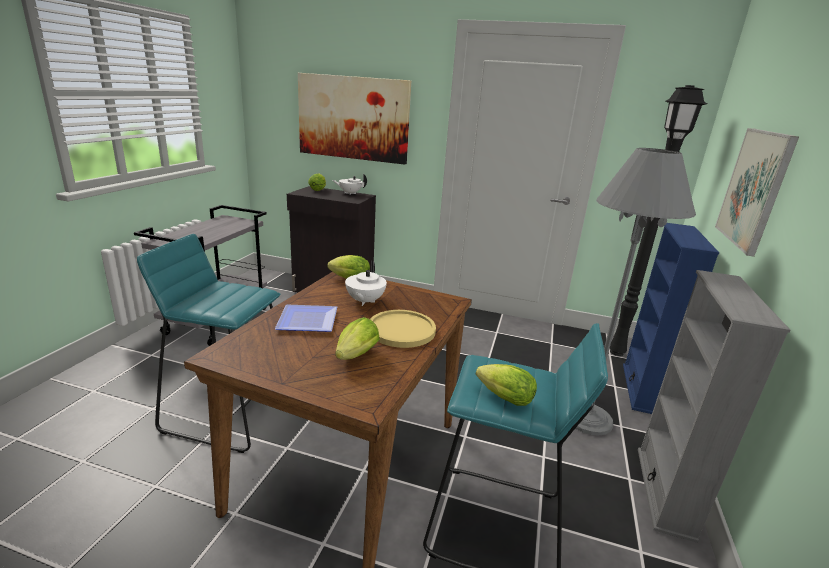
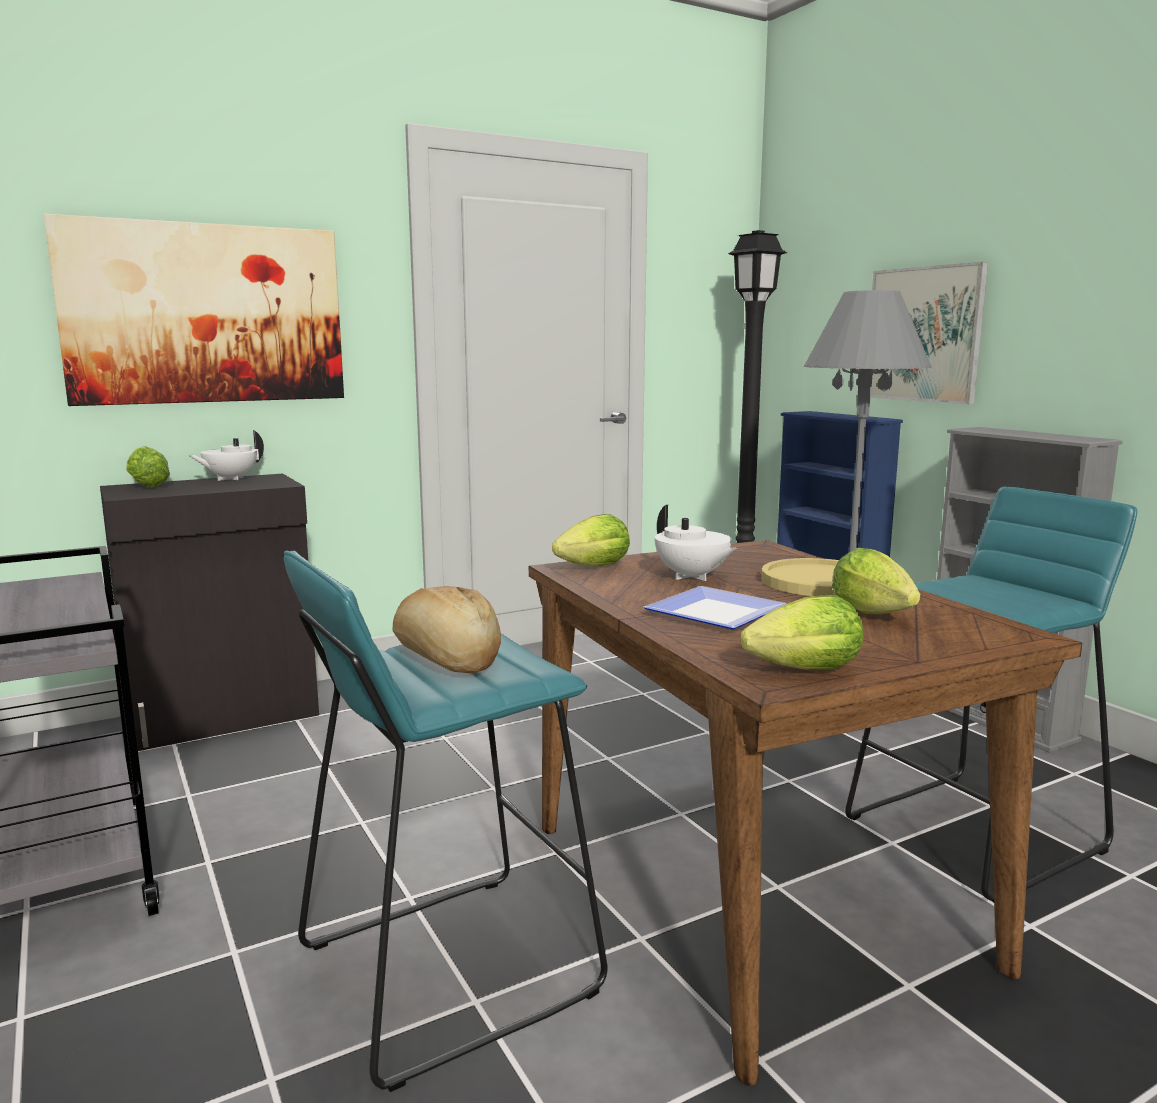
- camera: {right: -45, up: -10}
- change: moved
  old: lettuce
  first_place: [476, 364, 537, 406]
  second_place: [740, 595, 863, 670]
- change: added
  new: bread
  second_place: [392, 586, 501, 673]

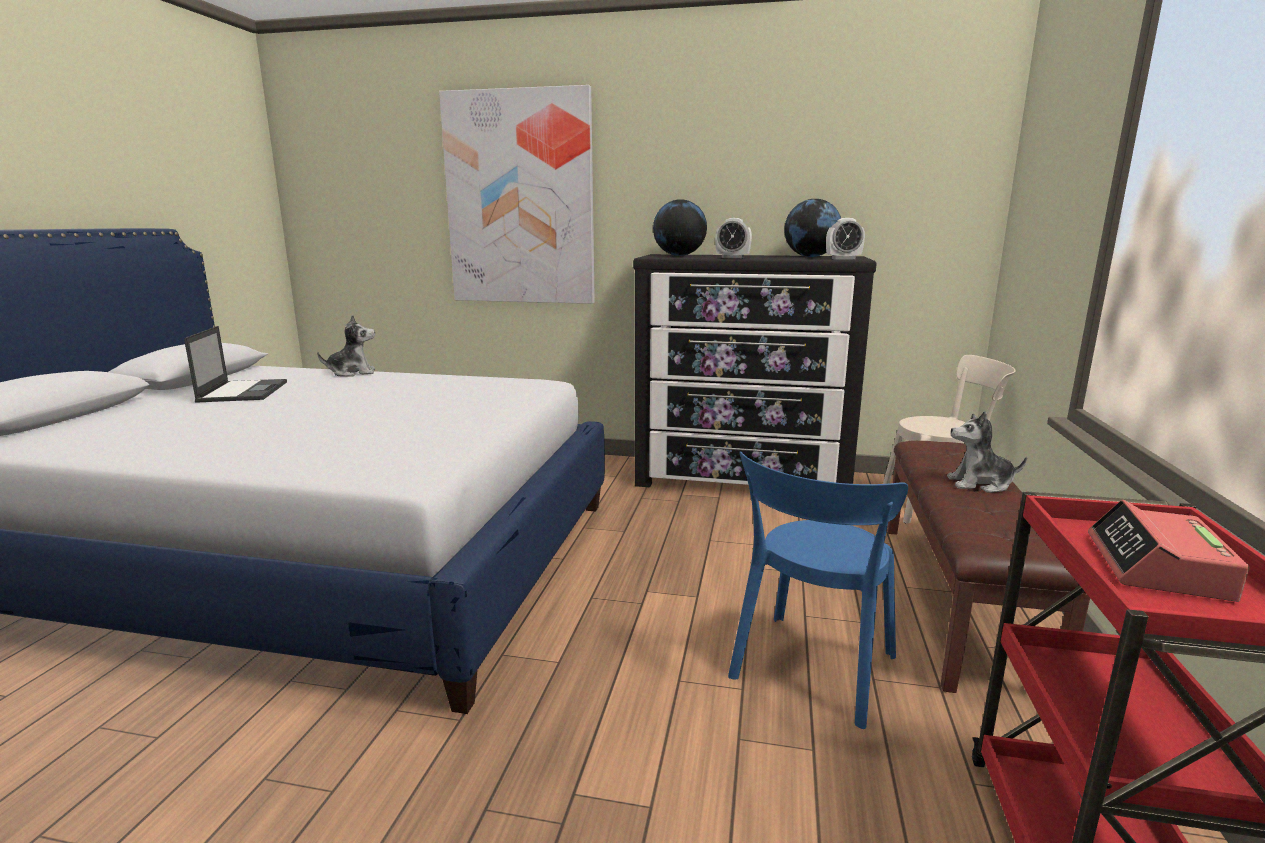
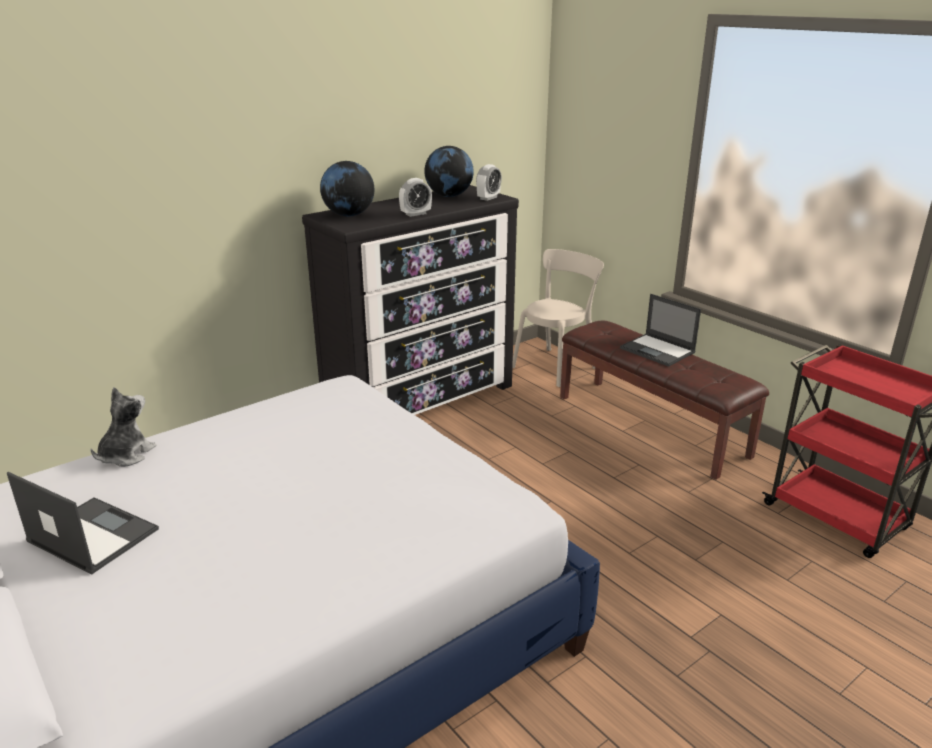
- camera: {right: -50, up: 10}
- change: removed
  old: picture
  first_place: [439, 85, 595, 304]
- change: removed
  old: blue chair
  first_place: [728, 451, 908, 729]
- change: replaced
  old: plush toy
  new: laptop
  first_place: [947, 411, 1027, 493]
  second_place: [620, 294, 701, 367]
- change: removed
  old: alarm clock
  first_place: [1088, 500, 1250, 602]

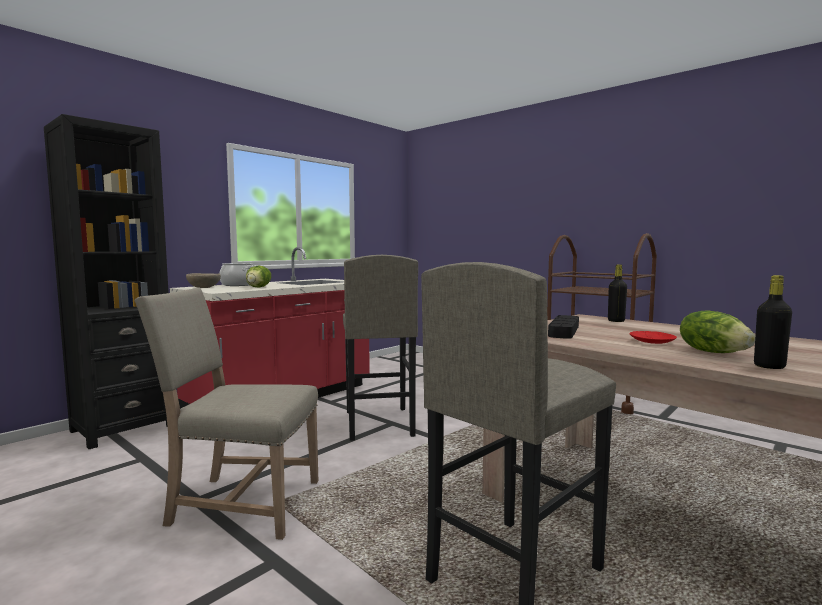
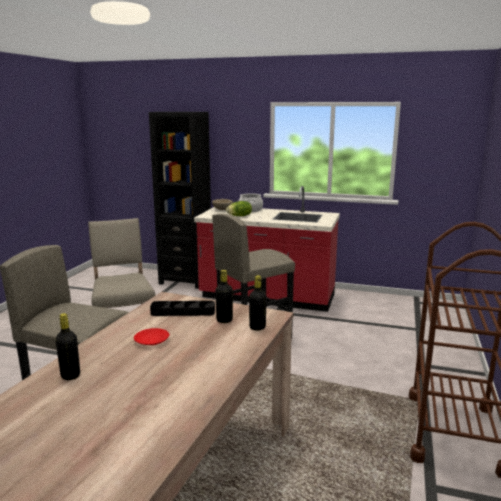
- camera: {right: 65, up: 10}
- change: removed
  old: lettuce
  first_place: [680, 310, 755, 353]
- change: added
  new: black bottle
  second_place: [215, 270, 233, 323]

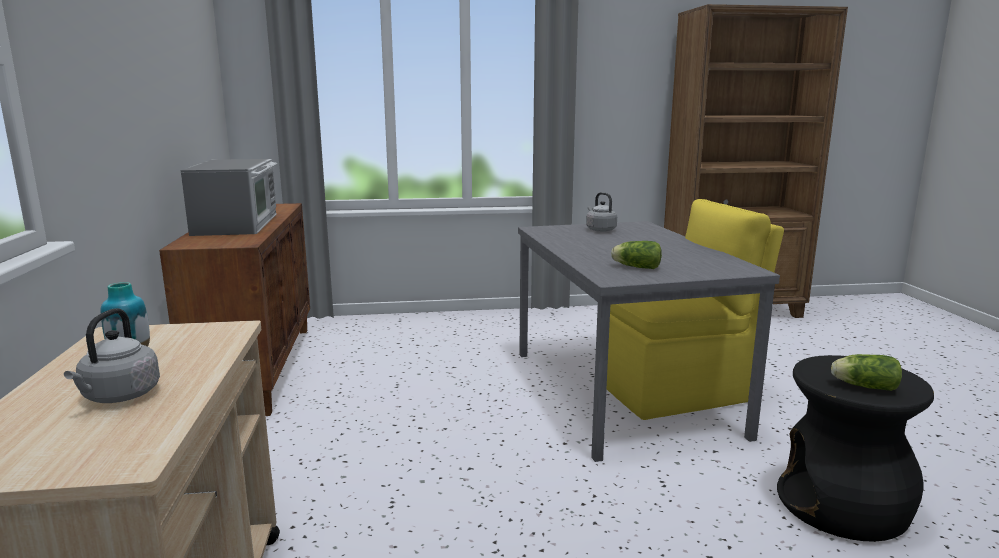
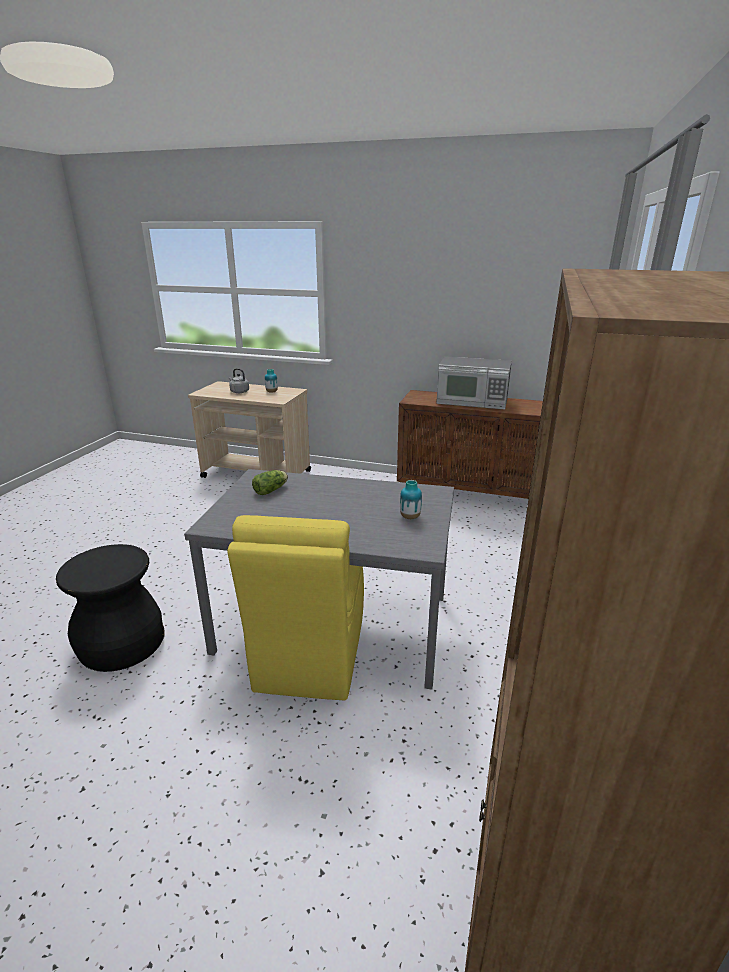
- camera: {right: 115, up: 10}
- change: replaced
  old: grey kettle
  new: vase
  first_place: [586, 192, 617, 232]
  second_place: [400, 480, 422, 519]
- change: removed
  old: lettuce
  first_place: [831, 354, 902, 391]

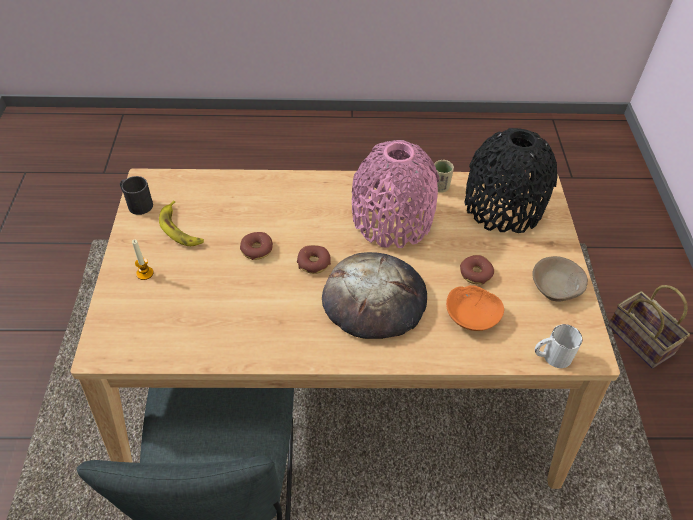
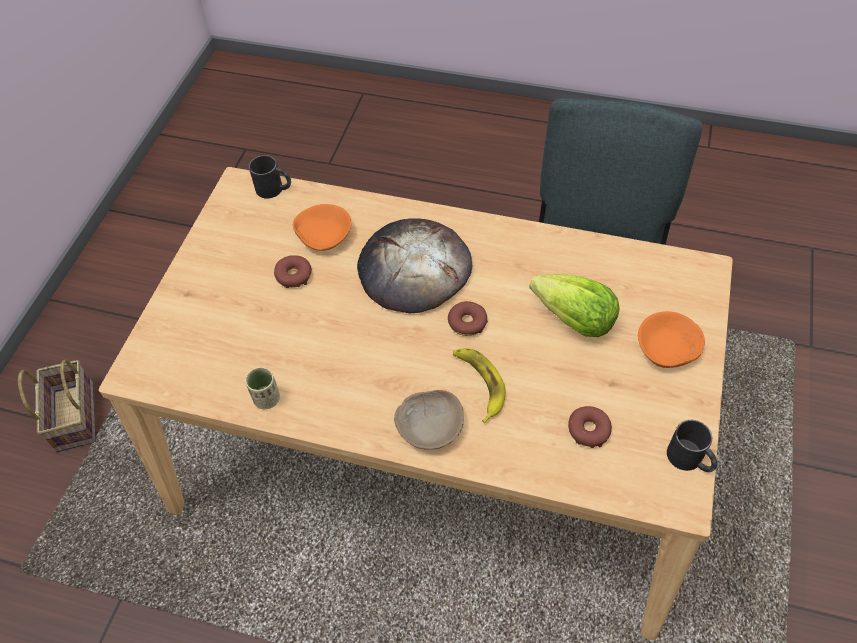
- camera: {right: -160, up: 5}
- change: replaced
  old: candle
  new: orange bowl
  first_place: [132, 240, 154, 280]
  second_place: [638, 311, 705, 368]
- change: moved
  old: banana
  first_place: [159, 201, 204, 246]
  second_place: [453, 348, 506, 423]
- change: moved
  old: donut
  first_place: [240, 232, 273, 260]
  second_place: [568, 406, 612, 448]
- change: removed
  old: pink vase
  first_place: [352, 140, 440, 248]
- change: removed
  old: black vase
  first_place: [465, 128, 558, 233]
- change: moved
  old: beige bowl
  first_place: [533, 256, 588, 302]
  second_place: [394, 390, 464, 450]
- change: recoloured
  old: white mug
  new: black mug
  first_place: [535, 324, 582, 368]
  second_place: [249, 155, 291, 199]
- change: added
  new: lettuce
  second_place: [529, 274, 620, 337]

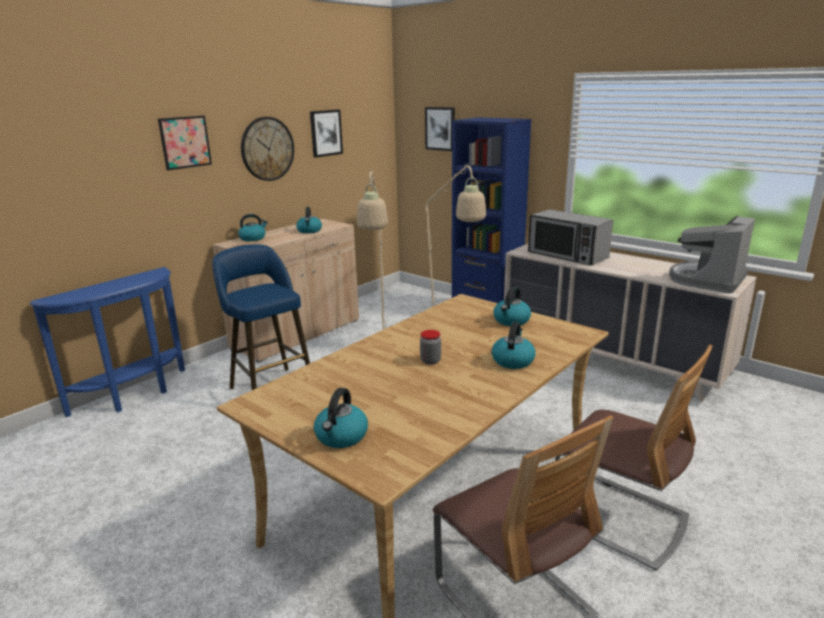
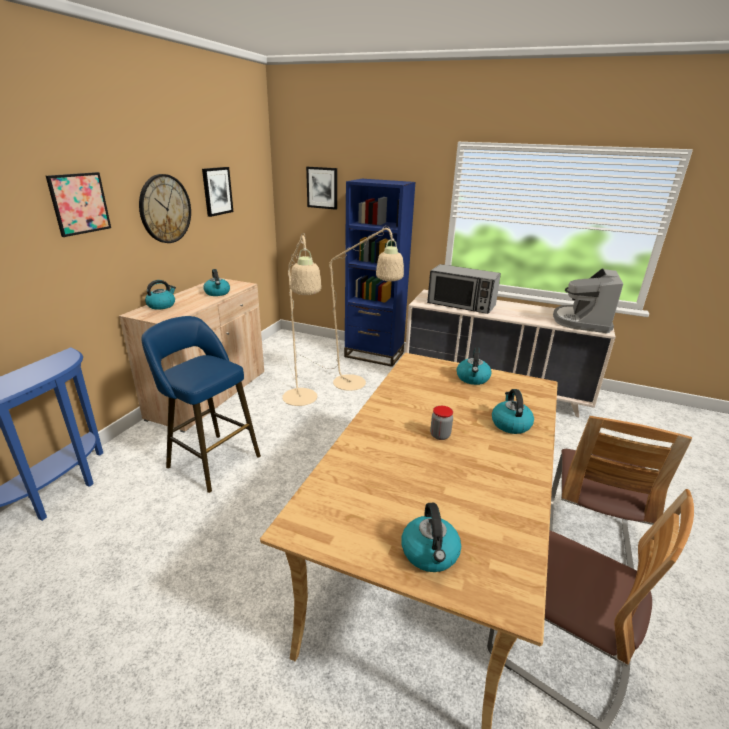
- camera: {right: -20, up: 5}
- change: turned
  old: chair
  first_place: [555, 344, 712, 571]
  second_place: [550, 416, 692, 569]
  degrees: 90

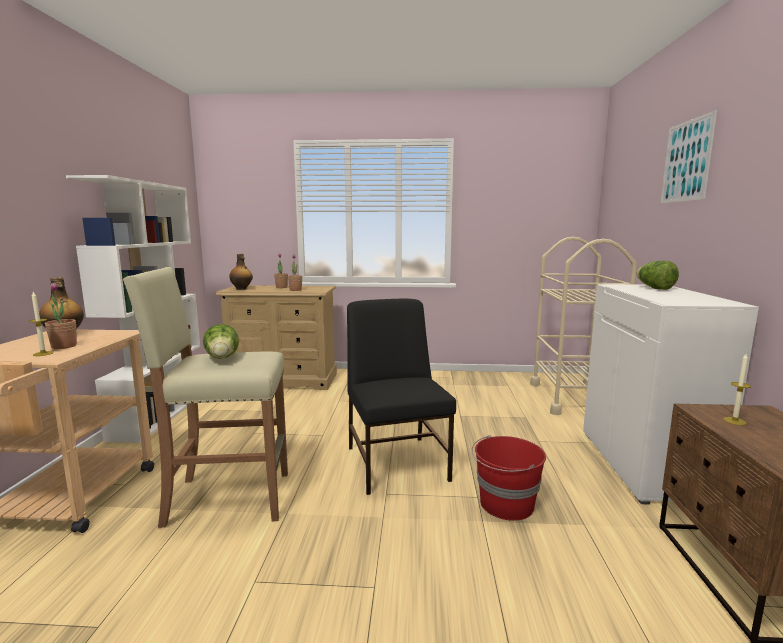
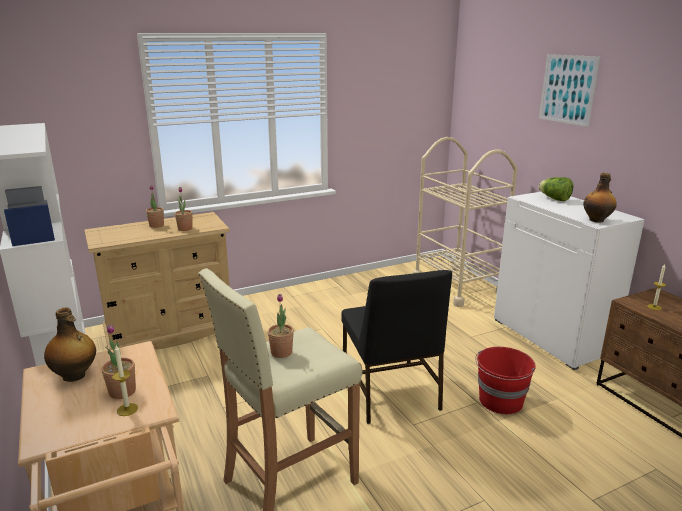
- camera: {right: -30, up: 10}
- change: replaced
  old: lettuce
  new: potted plant
  first_place: [203, 324, 239, 359]
  second_place: [268, 294, 294, 358]
- change: moved
  old: bottle
  first_place: [229, 254, 253, 290]
  second_place: [583, 173, 617, 222]
- change: turned
  old: black chair
  first_place: [347, 299, 456, 495]
  second_place: [341, 270, 452, 424]
  degrees: -150

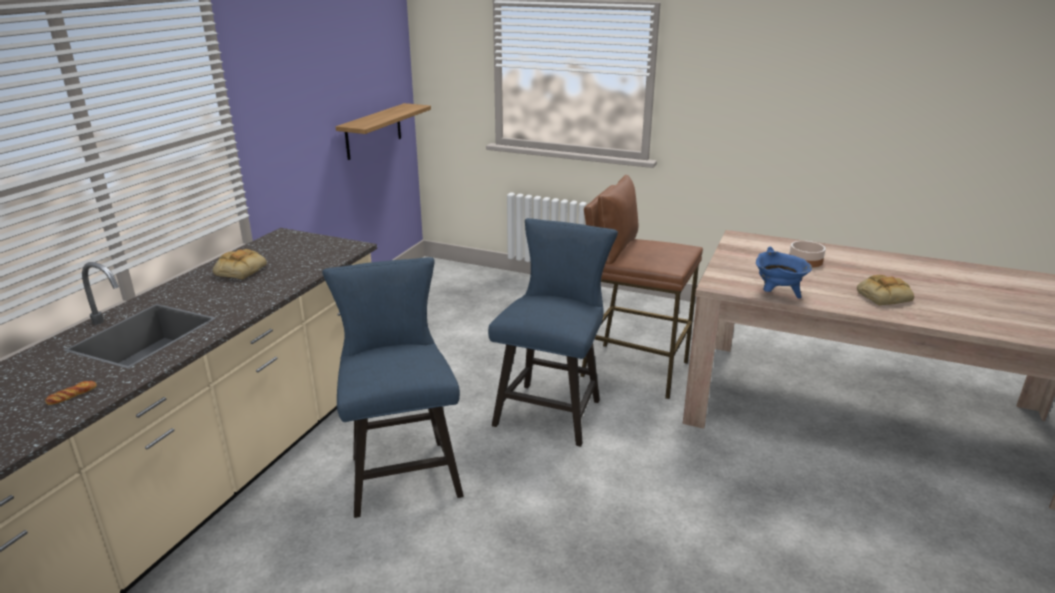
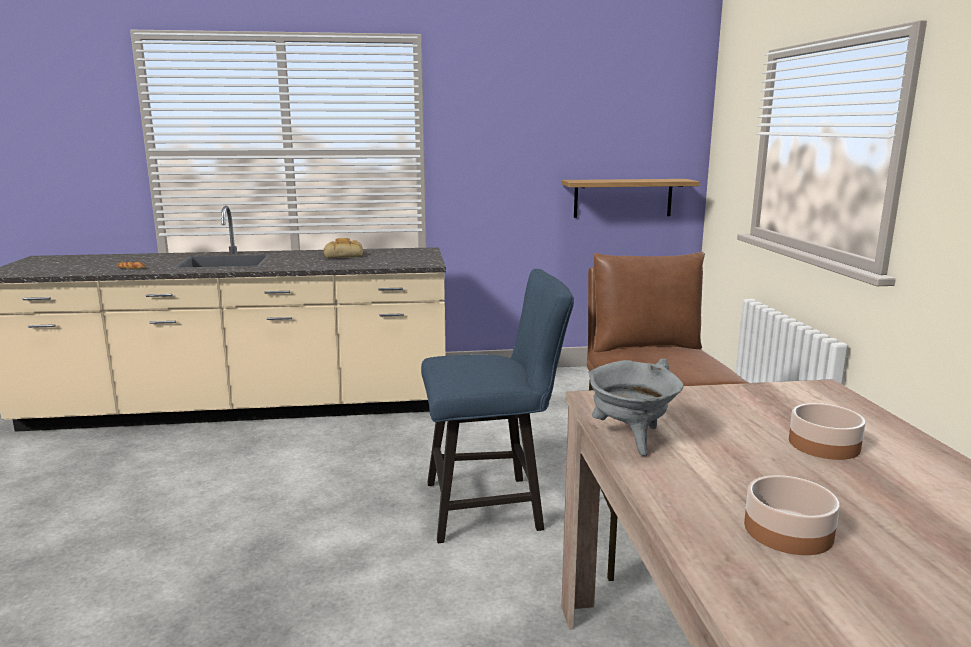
- camera: {right: 60, up: -10}
- change: removed
  old: blue chair
  first_place: [322, 257, 464, 518]
- change: recoloured
  old: blue cooking pot
  new: grey cooking pot
  first_place: [756, 247, 812, 299]
  second_place: [588, 359, 684, 456]
- change: replaced
  old: bread
  new: bowl
  first_place: [857, 275, 914, 305]
  second_place: [744, 475, 840, 555]

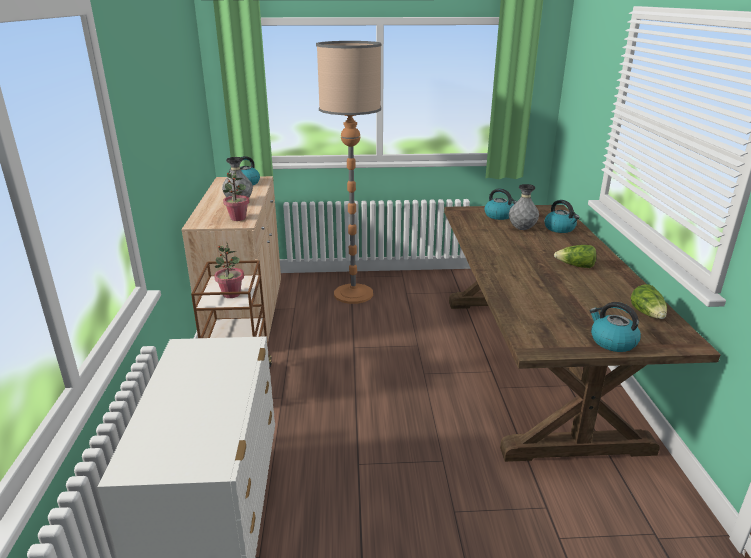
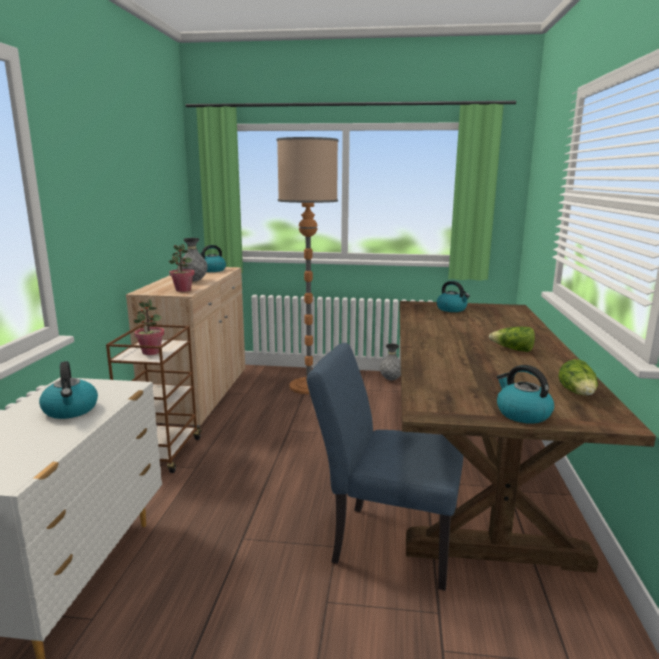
- camera: {right: 10, up: -10}
- change: moved
  old: grey vase
  first_place: [509, 184, 539, 230]
  second_place: [380, 344, 401, 380]
- change: moved
  old: kettle
  first_place: [544, 200, 580, 233]
  second_place: [39, 361, 98, 419]
- change: added
  new: blue chair
  second_place: [307, 343, 463, 591]

